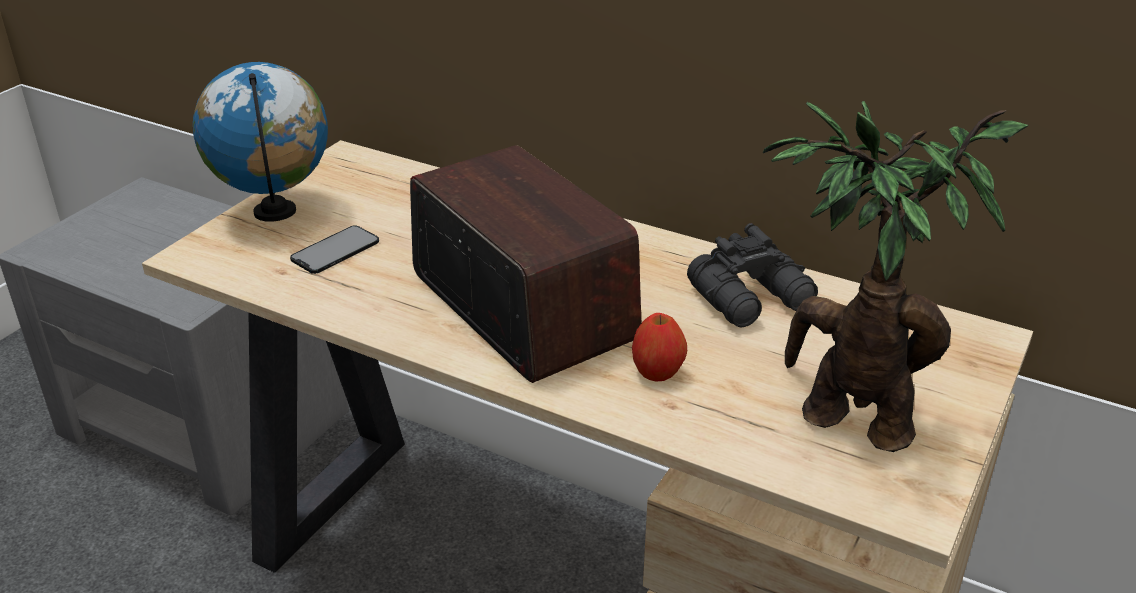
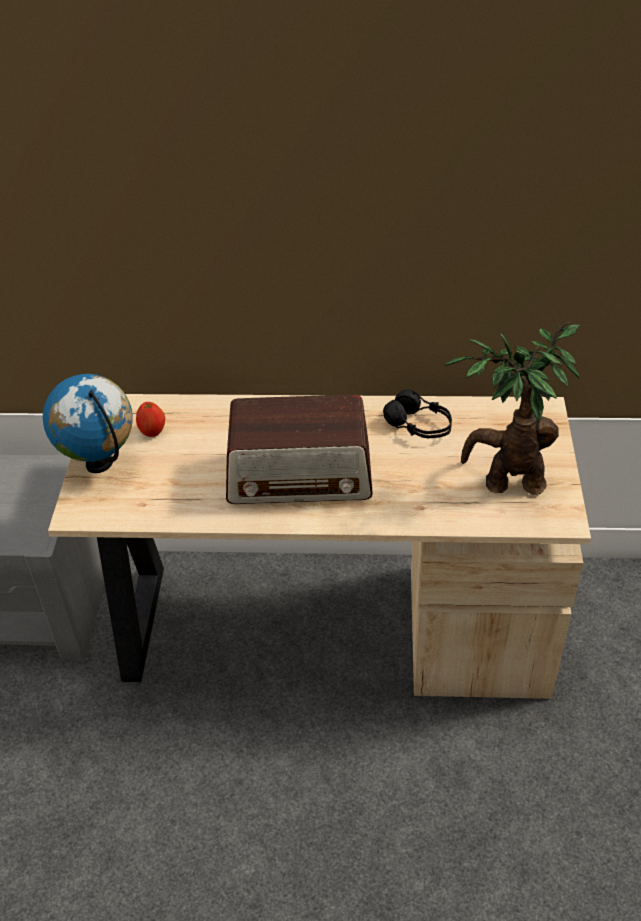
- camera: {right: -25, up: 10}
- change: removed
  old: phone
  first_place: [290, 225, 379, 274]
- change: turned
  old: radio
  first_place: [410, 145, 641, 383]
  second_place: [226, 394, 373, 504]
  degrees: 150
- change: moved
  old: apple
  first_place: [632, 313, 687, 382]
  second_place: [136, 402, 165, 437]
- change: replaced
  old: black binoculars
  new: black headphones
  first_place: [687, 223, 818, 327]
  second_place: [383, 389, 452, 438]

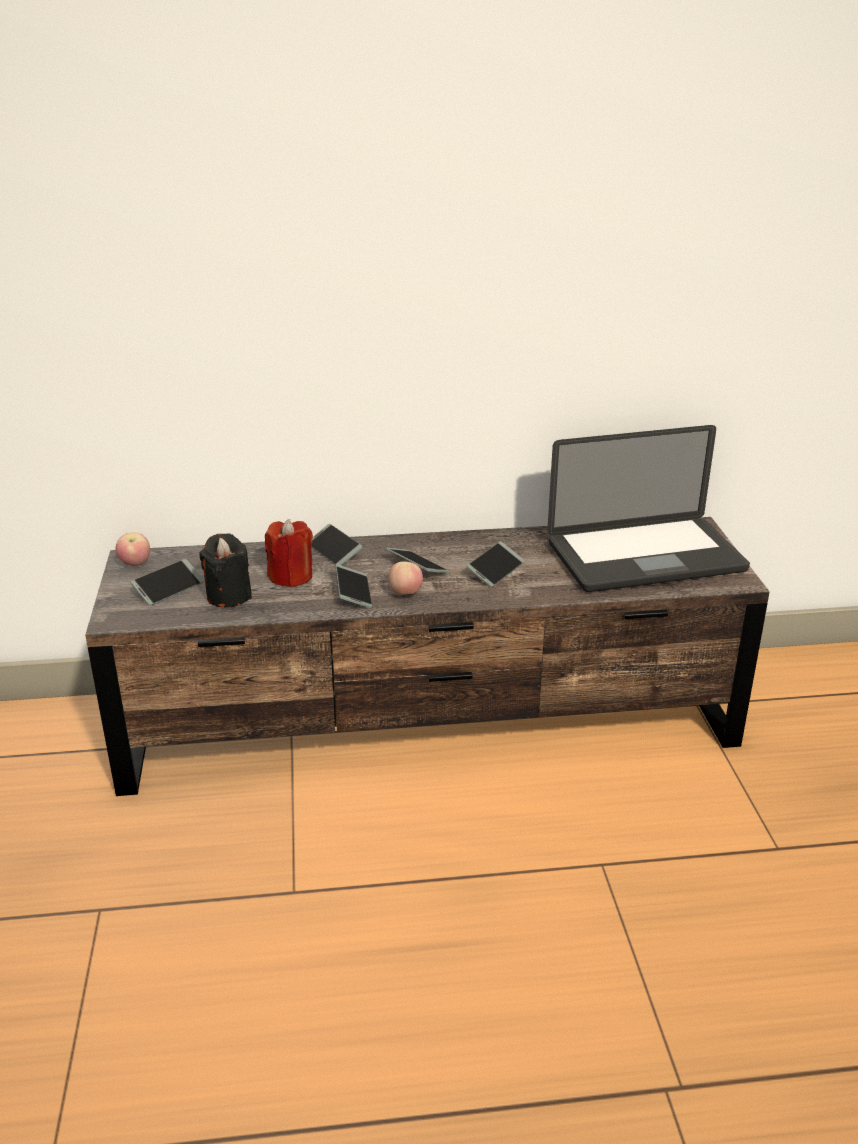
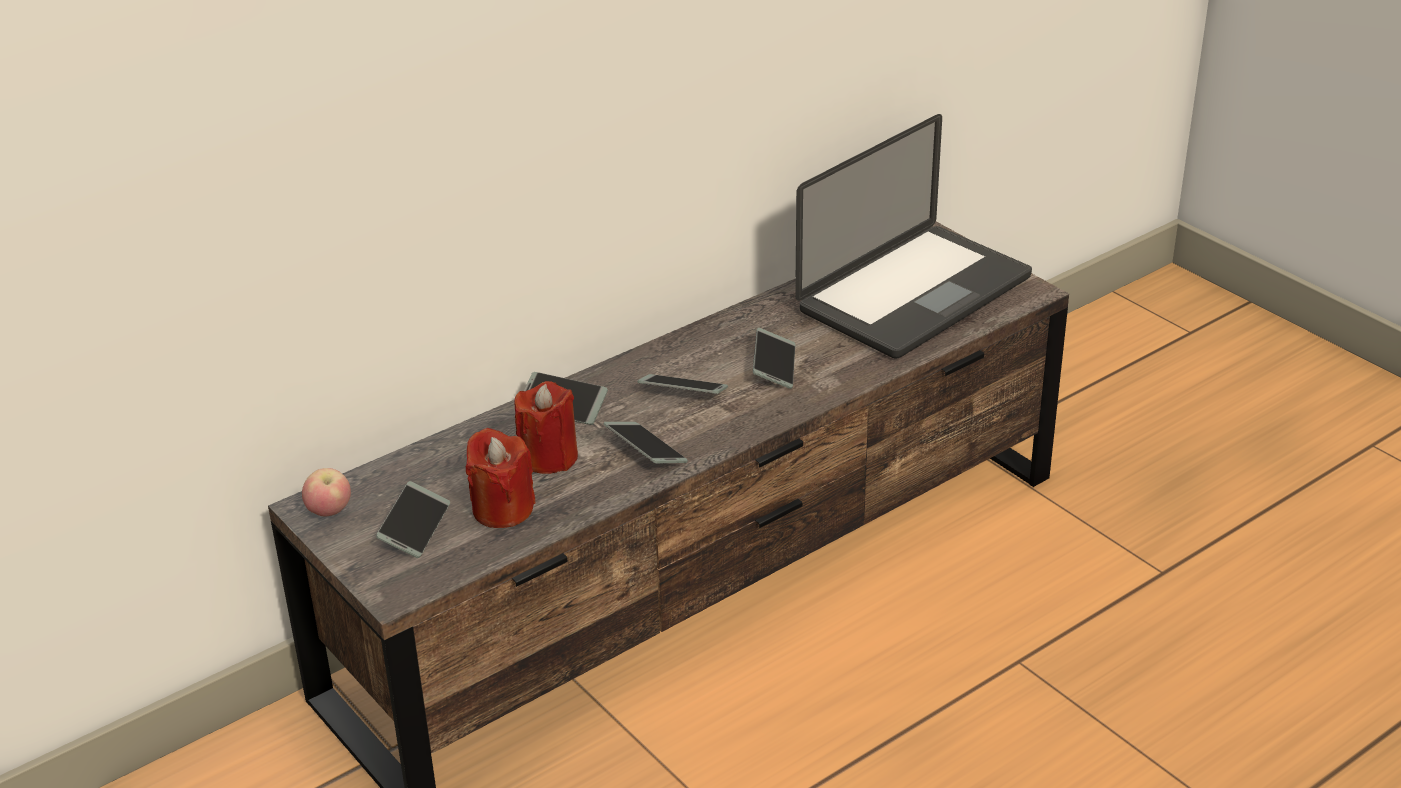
- camera: {right: -30, up: 5}
- change: recoloured
  old: black candle
  new: red candle
  first_place: [199, 533, 252, 608]
  second_place: [466, 428, 535, 528]
- change: removed
  old: apple
  first_place: [388, 561, 423, 595]

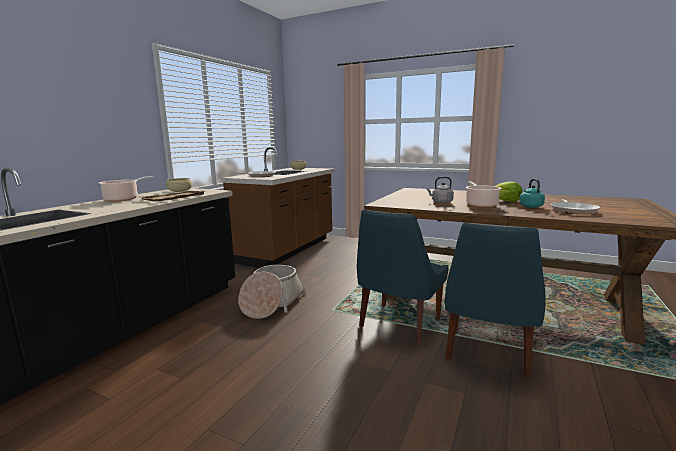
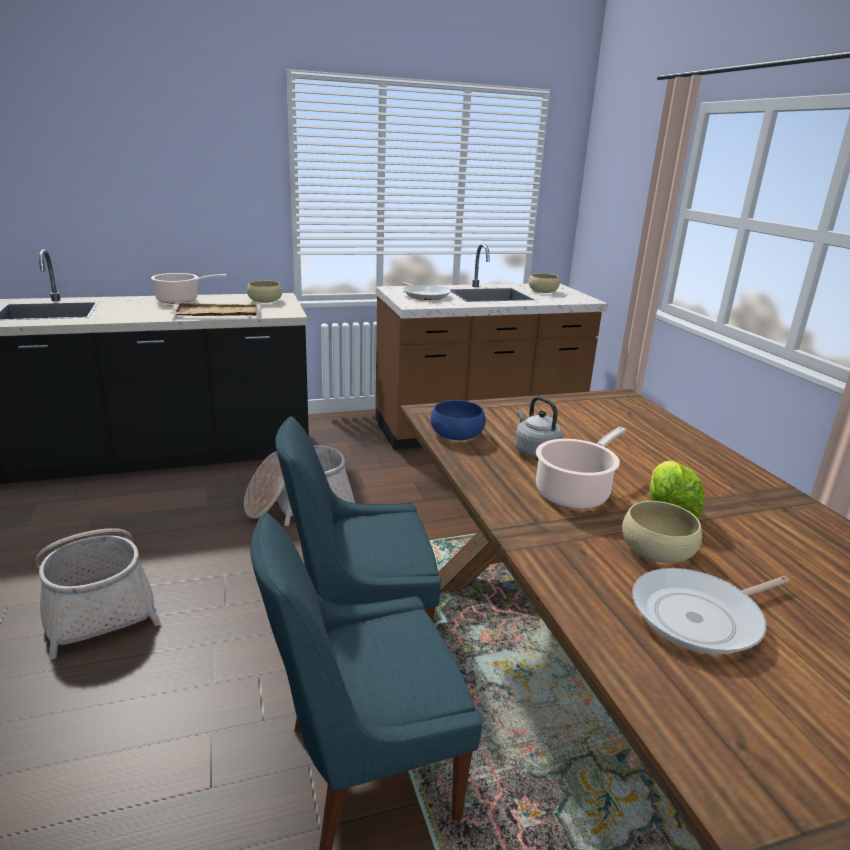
- camera: {right: 45, up: 10}
- change: replaced
  old: turquoise kettle
  new: beige bowl
  first_place: [519, 179, 545, 208]
  second_place: [622, 501, 702, 563]
- change: added
  new: basket
  second_place: [36, 528, 161, 659]
- change: added
  new: blue bowl
  second_place: [431, 400, 486, 440]

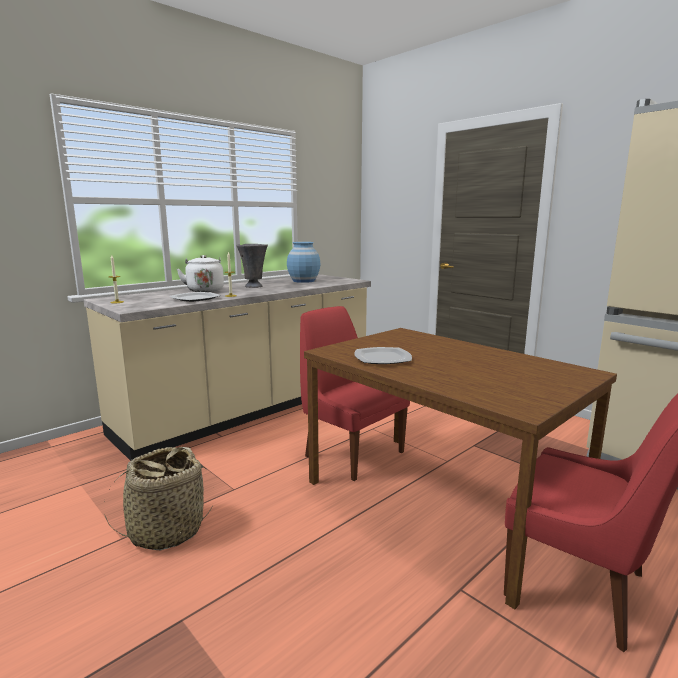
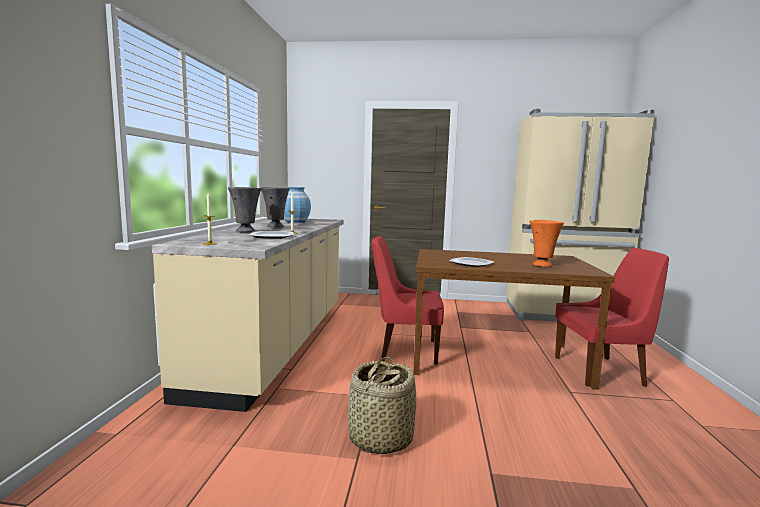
- camera: {right: -40, up: -5}
- change: replaced
  old: white kettle
  new: grey vase
  first_place: [177, 255, 224, 292]
  second_place: [228, 187, 261, 232]
- change: added
  new: orange vase
  second_place: [530, 220, 564, 267]

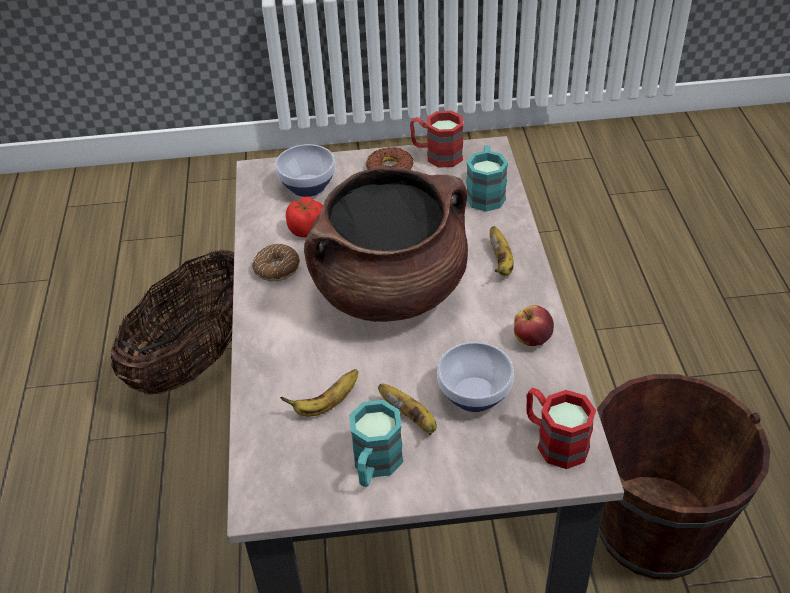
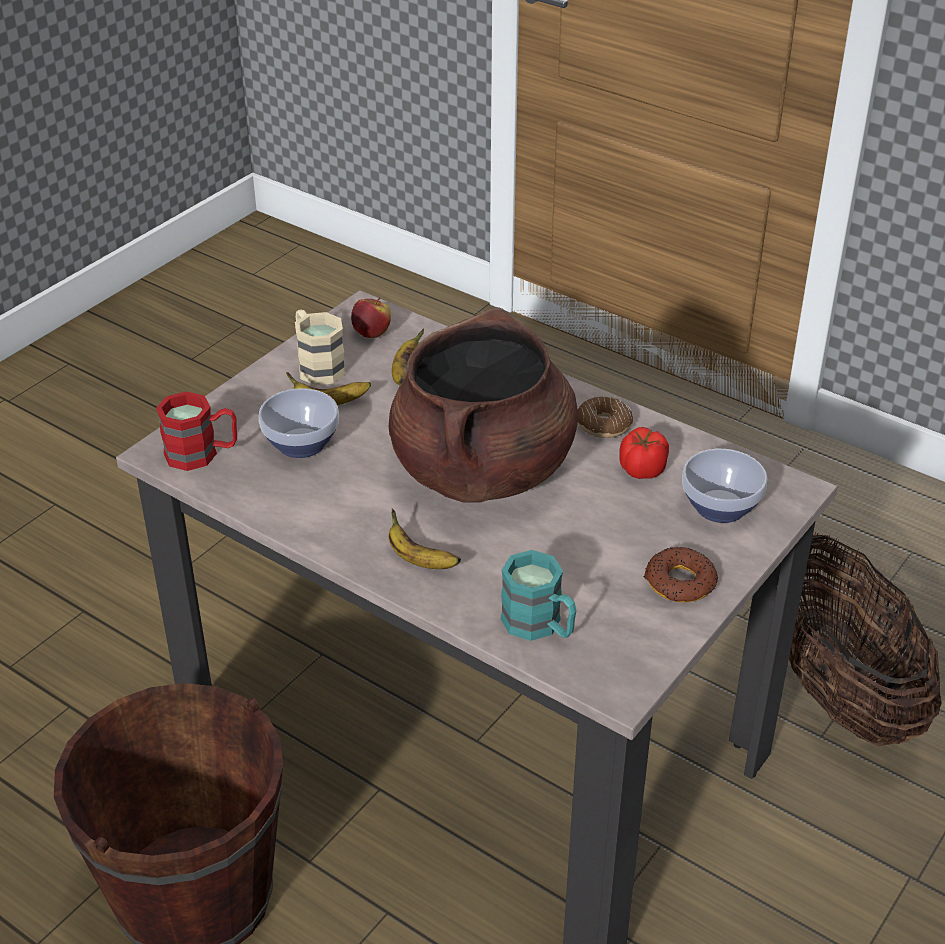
- camera: {right: 130, up: -5}
- change: recoloured
  old: turquoise mug
  new: beige mug
  first_place: [349, 400, 403, 487]
  second_place: [295, 310, 346, 385]
- change: removed
  old: red mug
  first_place: [410, 111, 464, 168]
- change: moved
  old: apple
  first_place: [514, 305, 554, 346]
  second_place: [351, 298, 391, 338]

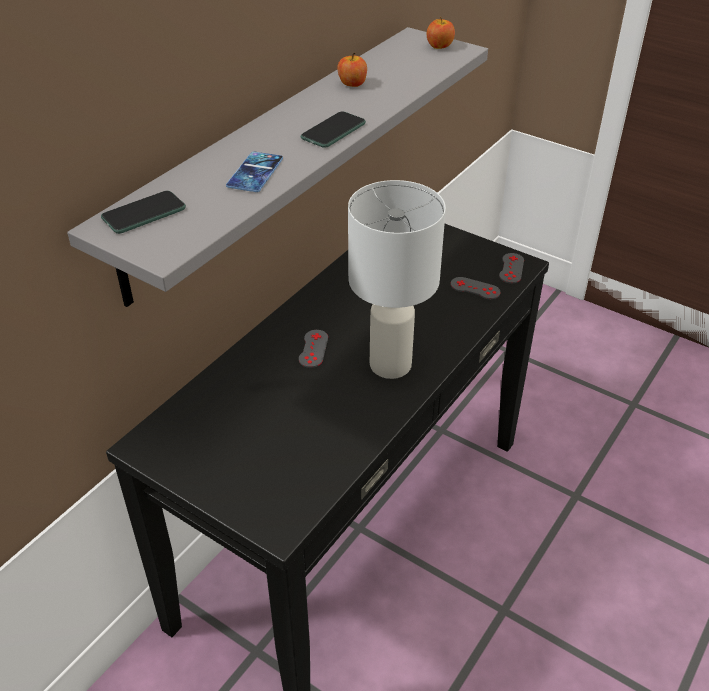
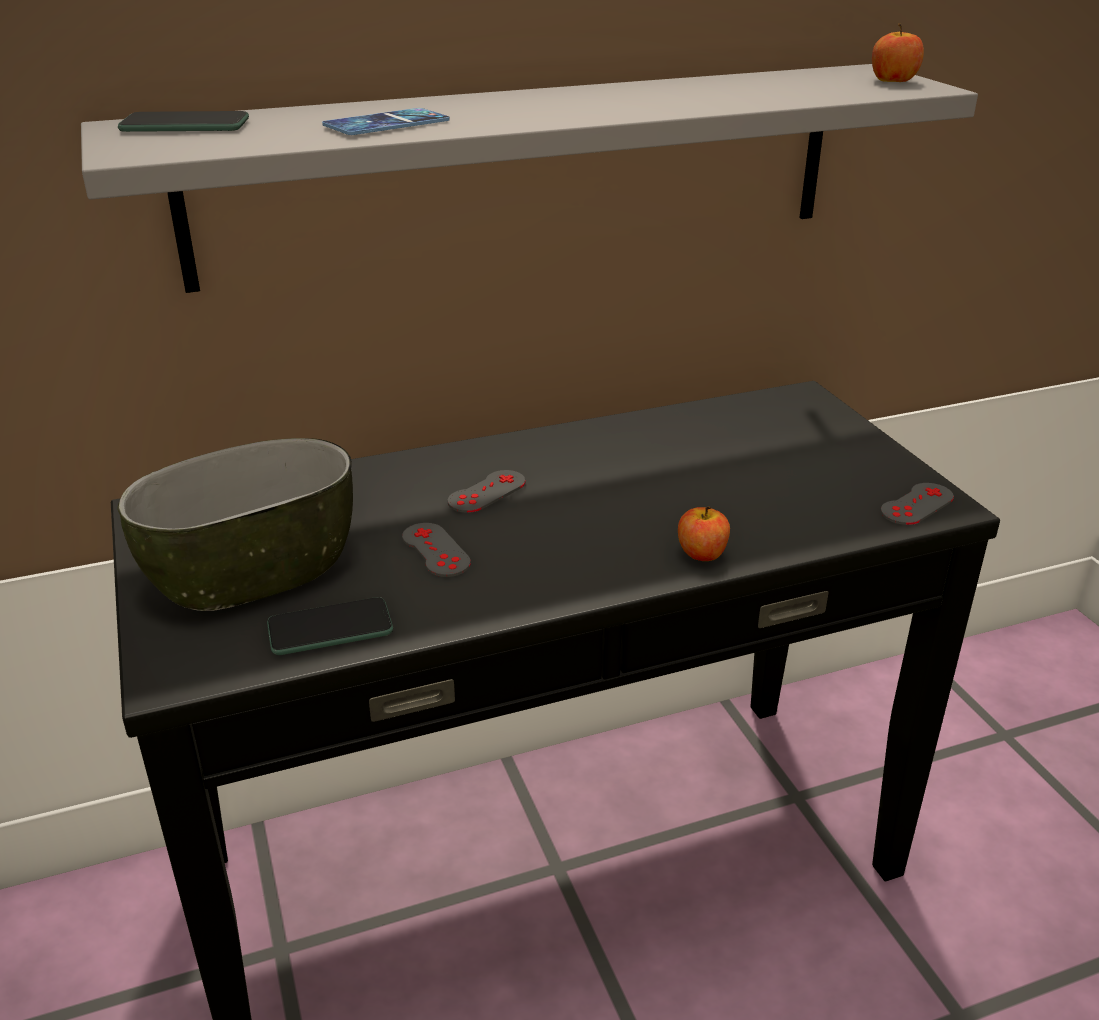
- camera: {right: 35, up: -10}
- change: moved
  old: phone
  first_place: [301, 111, 366, 148]
  second_place: [267, 597, 393, 655]
- change: moved
  old: apple
  first_place: [337, 53, 367, 87]
  second_place: [678, 507, 730, 561]
- change: removed
  old: white table lamp
  first_place: [348, 180, 446, 379]
- change: moved
  old: grey game controller
  first_place: [451, 277, 500, 299]
  second_place: [402, 523, 471, 577]
- change: added
  new: bowl
  second_place: [117, 438, 353, 611]

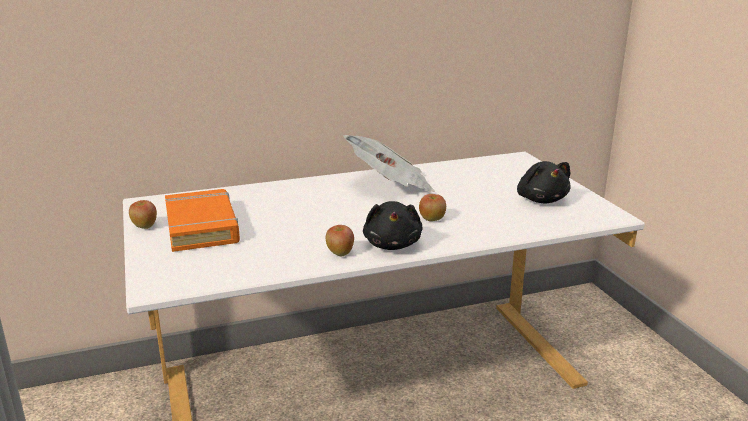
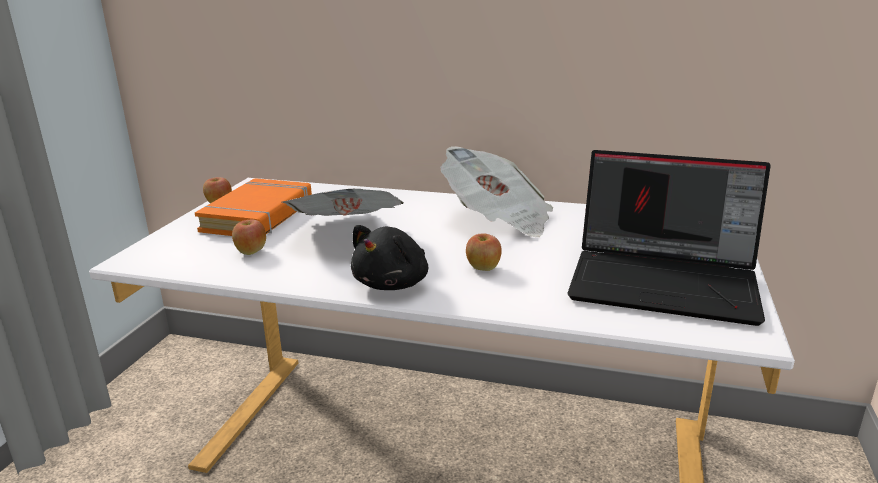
- camera: {right: 35, up: 0}
- change: moved
  old: apple
  first_place: [326, 225, 354, 256]
  second_place: [232, 220, 266, 255]
- change: replaced
  old: black plush toy
  new: laptop
  first_place: [517, 161, 571, 204]
  second_place: [567, 150, 771, 326]
- change: added
  new: newspaper
  second_place: [282, 189, 404, 216]

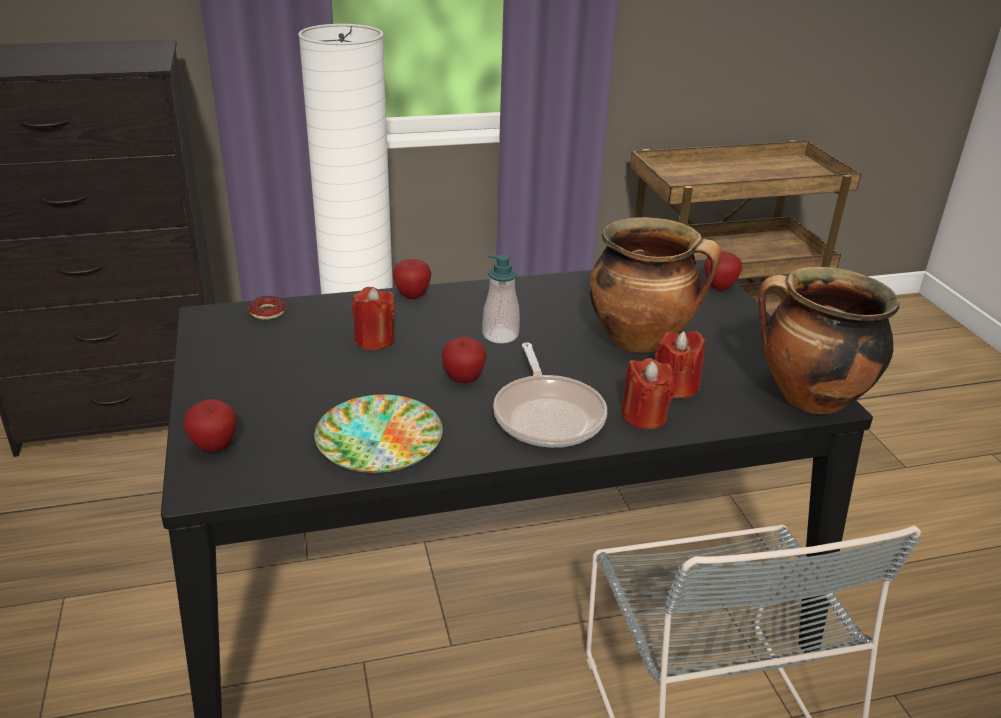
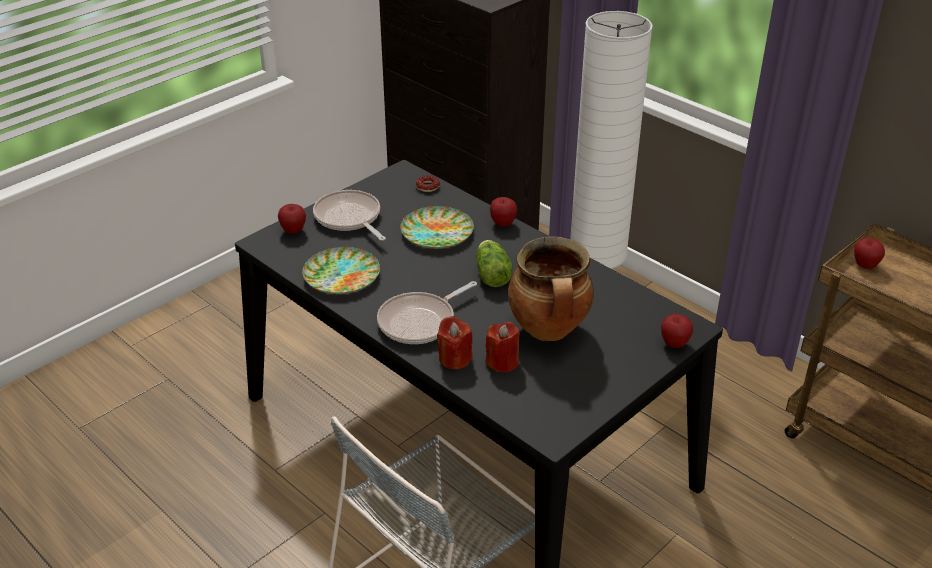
- camera: {right: 60, up: 5}
- change: replaced
  old: red candle
  new: plate
  first_place: [352, 287, 395, 350]
  second_place: [400, 206, 474, 249]
- change: moved
  old: apple
  first_place: [441, 337, 487, 383]
  second_place: [854, 238, 885, 269]
- change: replaced
  old: soap dispenser
  new: lettuce
  first_place: [482, 254, 520, 344]
  second_place: [476, 240, 513, 287]
- change: removed
  old: cooking pot
  first_place: [758, 267, 899, 414]
- change: added
  new: frying pan
  second_place: [313, 190, 386, 241]

